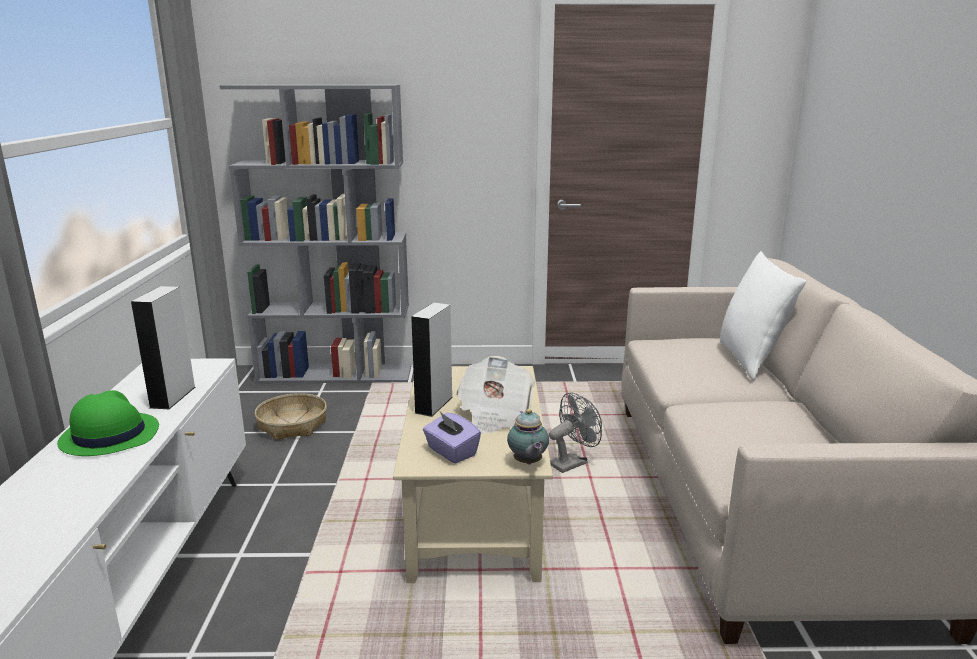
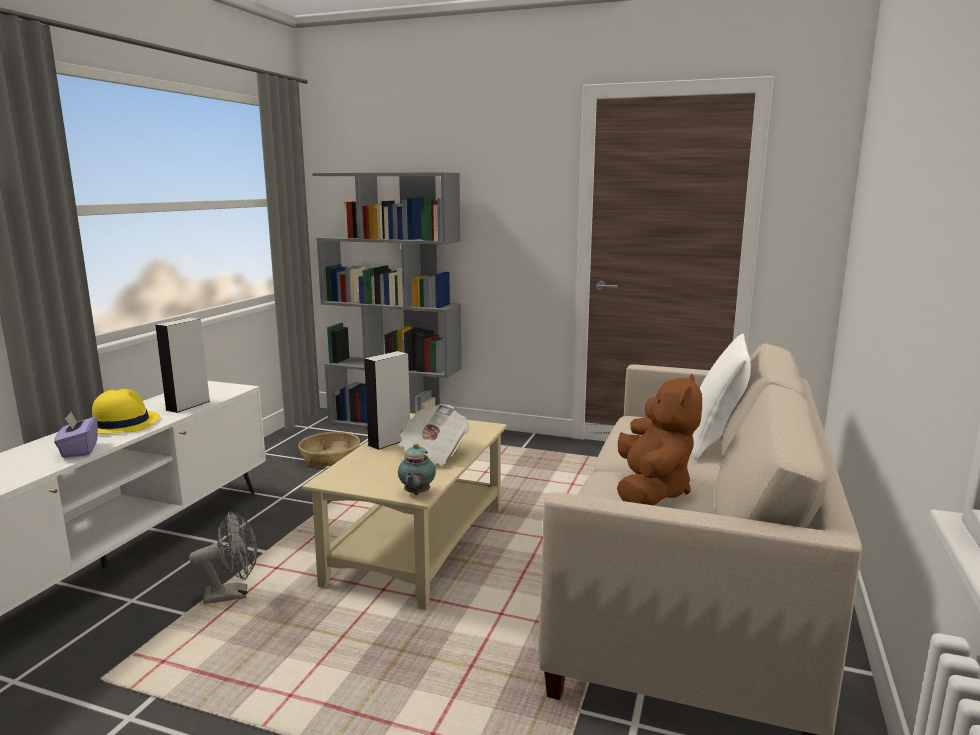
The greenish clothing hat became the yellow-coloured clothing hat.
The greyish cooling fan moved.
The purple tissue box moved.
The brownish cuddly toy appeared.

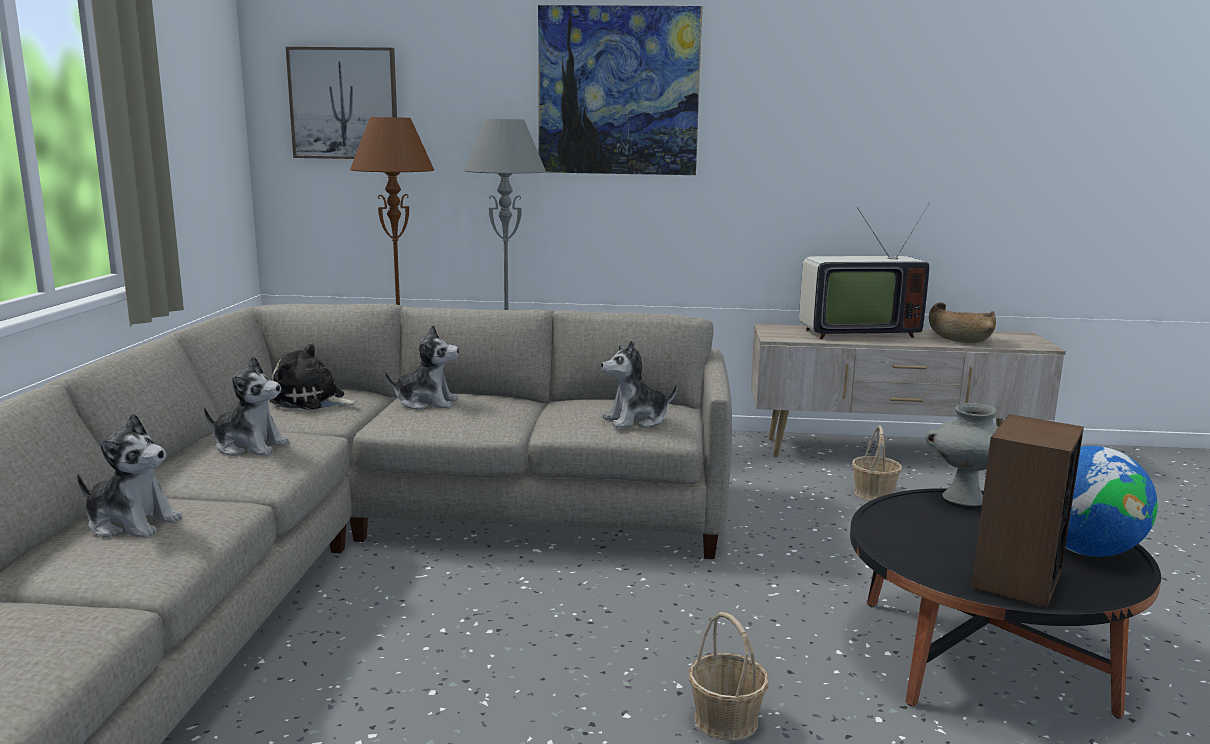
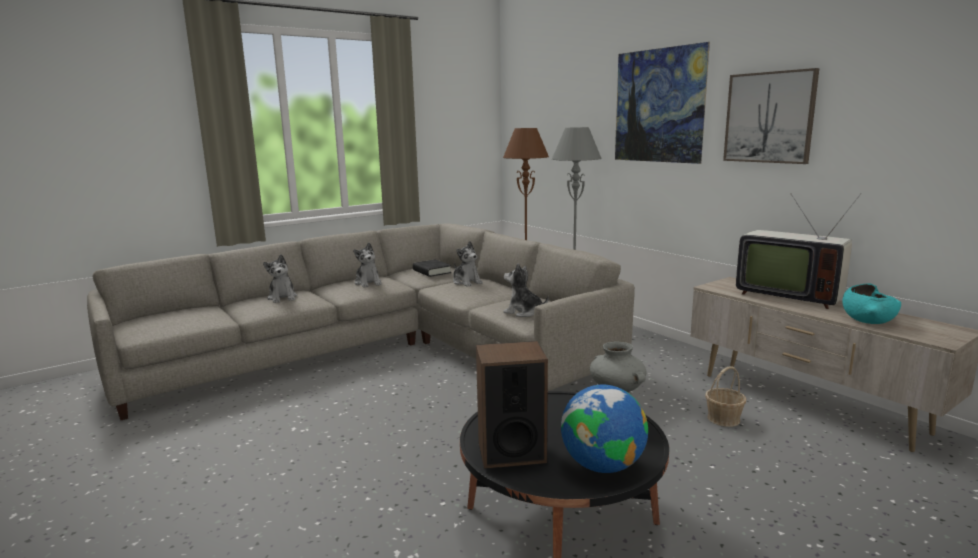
The picture (1st from left in the first image) moved.
The brownish bowl became the turquoise-coloured bowl.
The cuddly toy (3rd from left) was replaced by the black-coloured bound book.
The household basket (1st from left) disappeared.

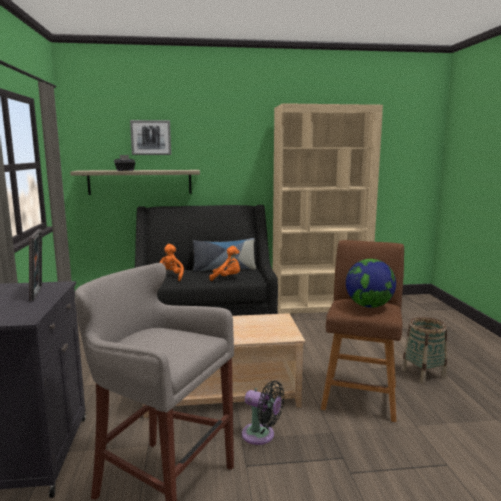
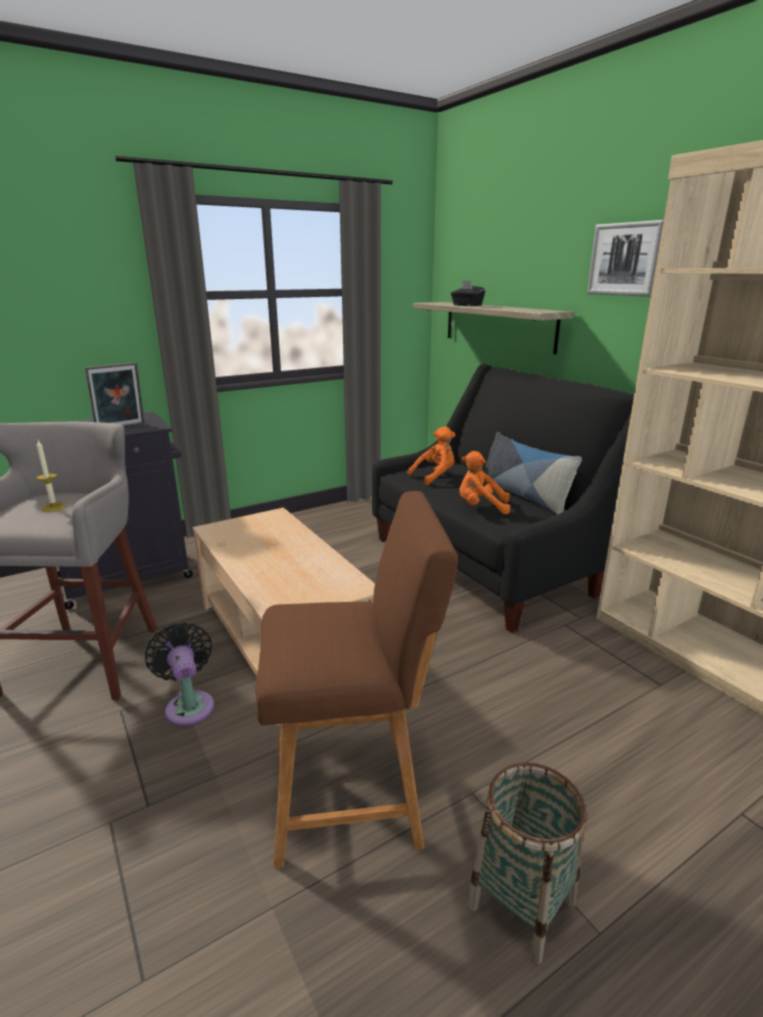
The picture moved.
The orangey cuddly toy (2nd from left) turned 120 degrees clockwise.
The globe disappeared.
The black-coloured cooling fan turned 150 degrees clockwise.
The wax candle appeared.

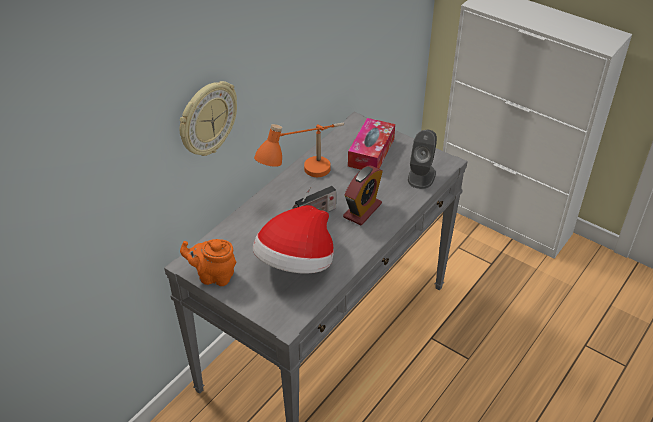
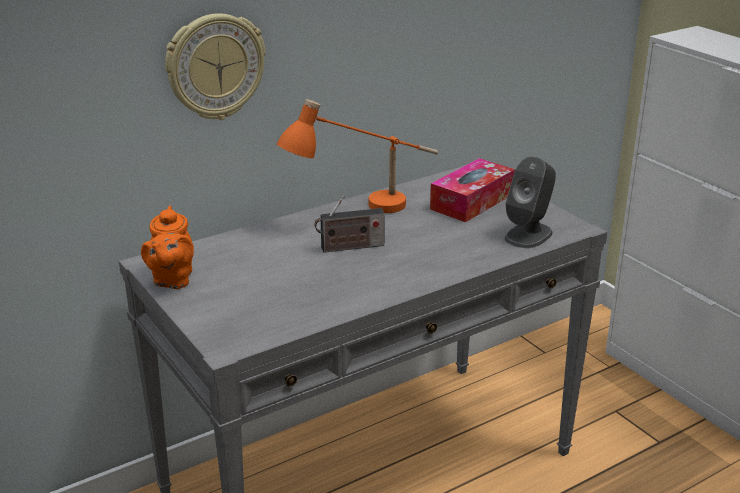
The bedside clock disappeared.
The clothing hat disappeared.
The orangey teapot turned 120 degrees counterclockwise.

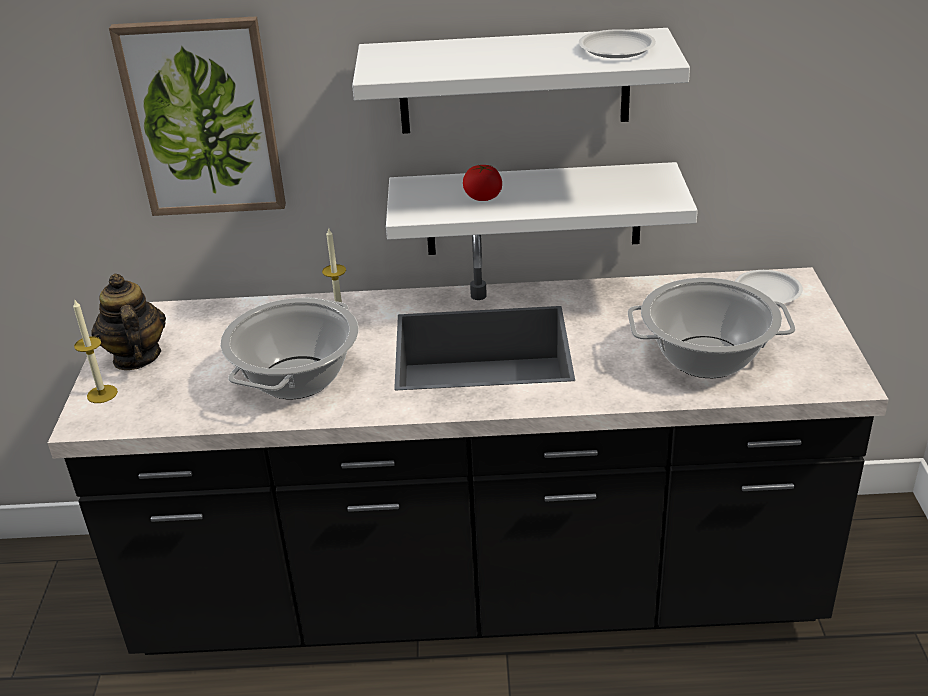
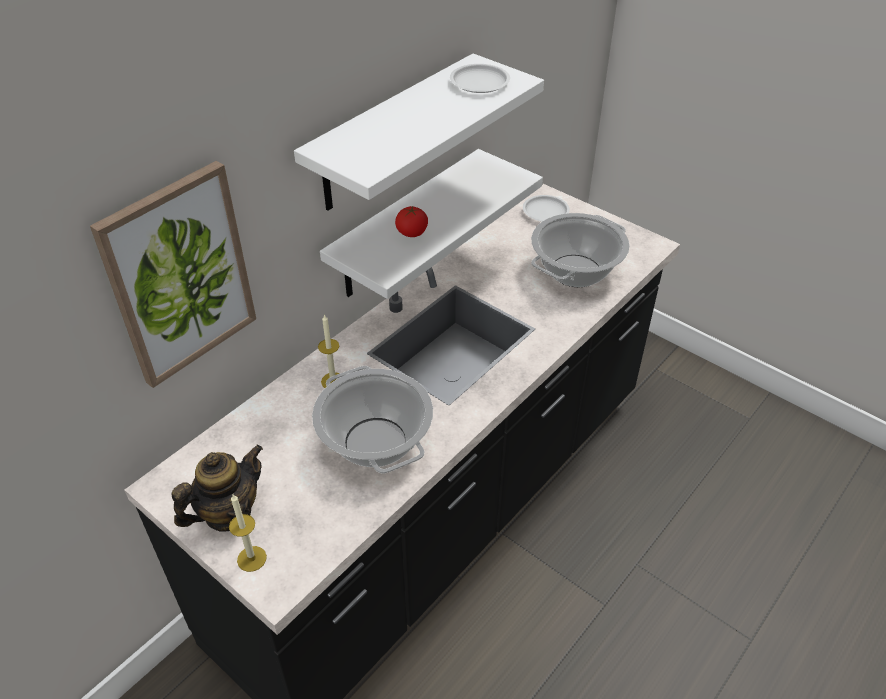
The teapot turned 120 degrees clockwise.

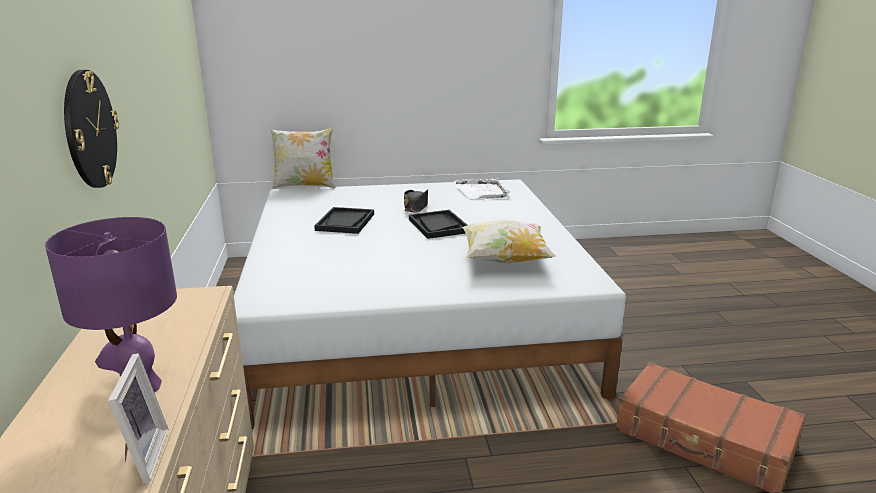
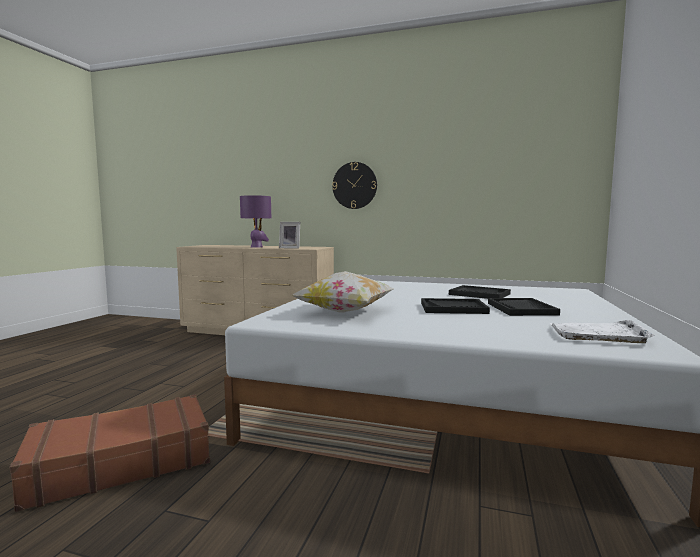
The pillow (1st from left) disappeared.
The black-coloured clothing hat was replaced by the black-coloured serving tray (3rd from left).
The picture frame moved.

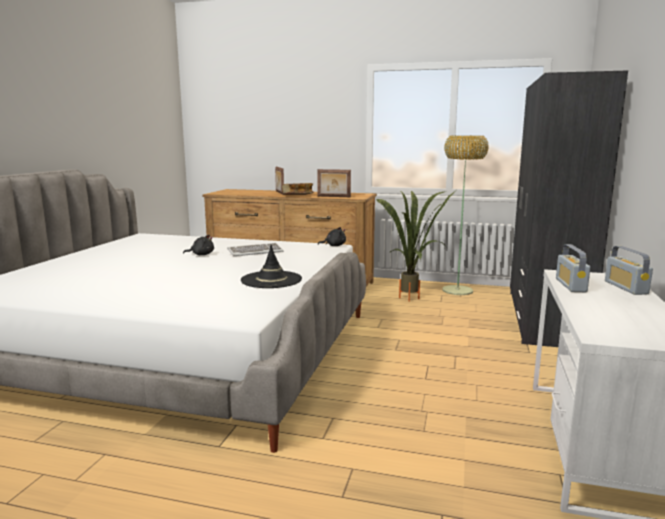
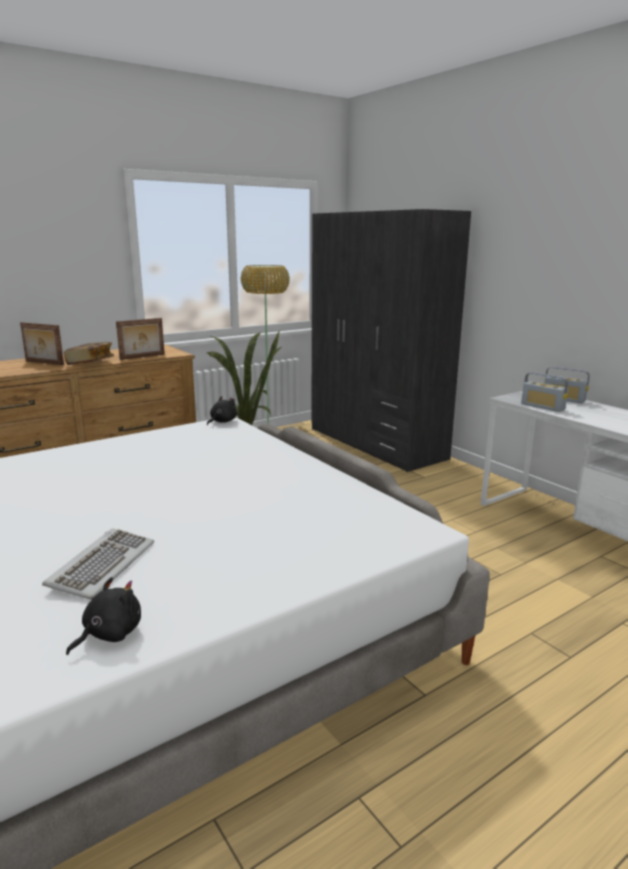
The black-coloured cuddly toy (1st from left) moved.
The computer keyboard moved.
The black-coloured clothing hat disappeared.

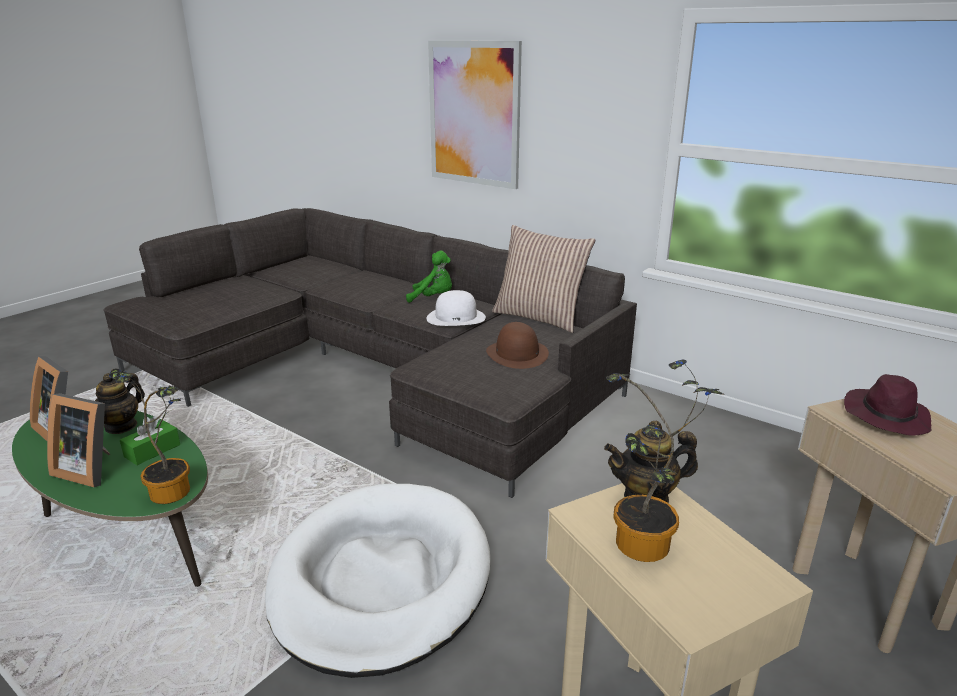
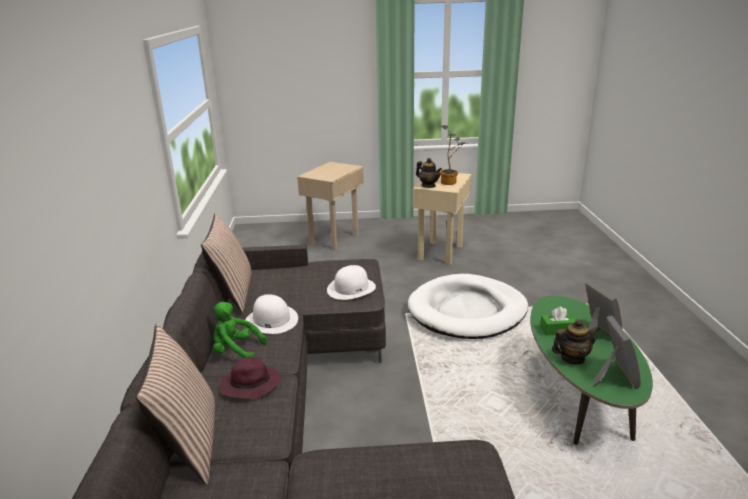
The picture disappeared.
The greenish cuddly toy turned 45 degrees counterclockwise.
The brownish clothing hat disappeared.
The plant in a pot (1st from left) disappeared.
The purple clothing hat moved.
The white-coloured clothing hat (2nd from left) appeared.
The pillow (1st from left) appeared.

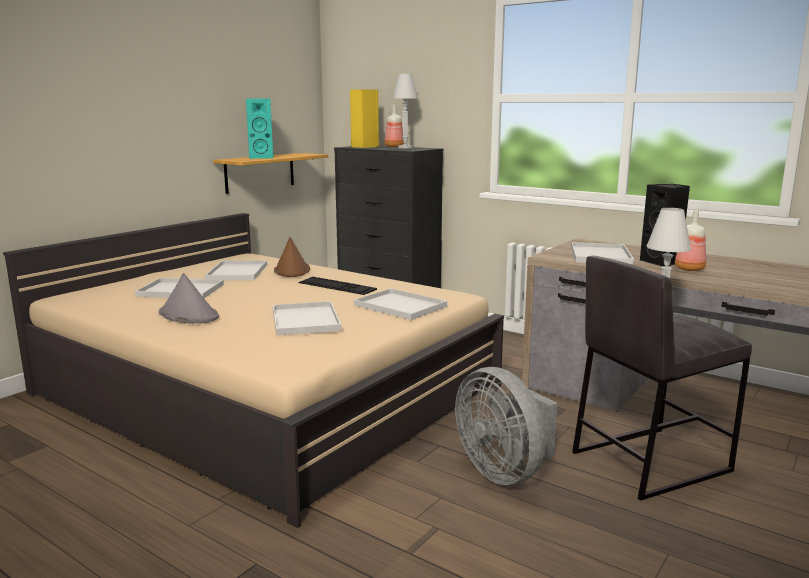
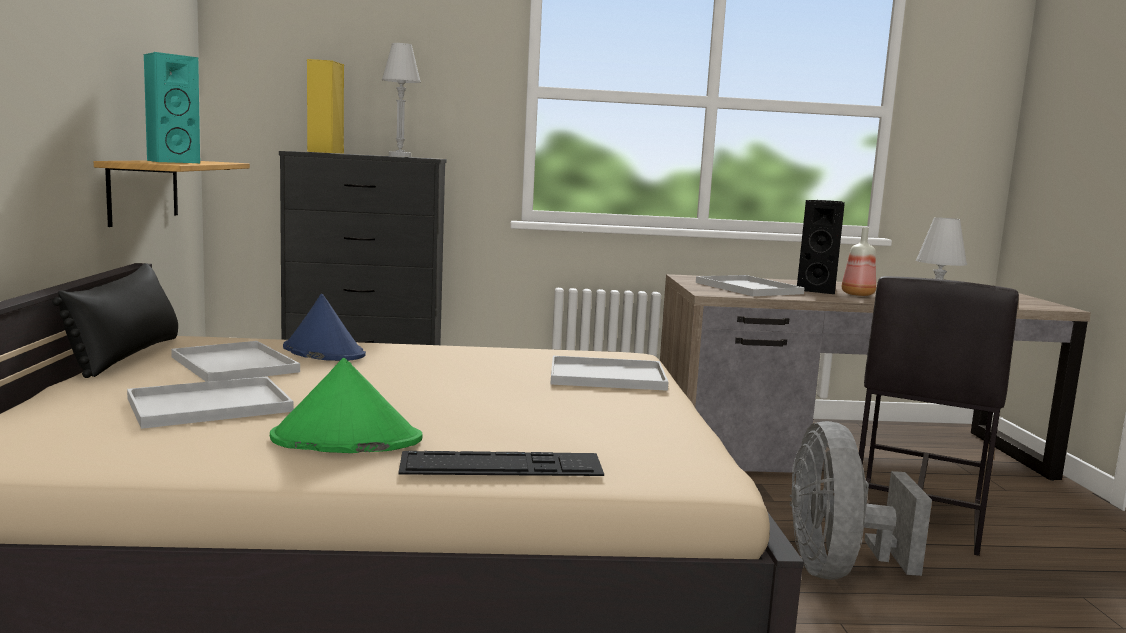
The bottle (1st from left) disappeared.
The brownish clothing hat became the blue-coloured clothing hat.
The greyish clothing hat became the greenish clothing hat.
The computer keyboard moved.
The white-coloured serving tray (3rd from left) disappeared.
The greyish cooling fan turned 75 degrees clockwise.
The black-coloured pillow appeared.

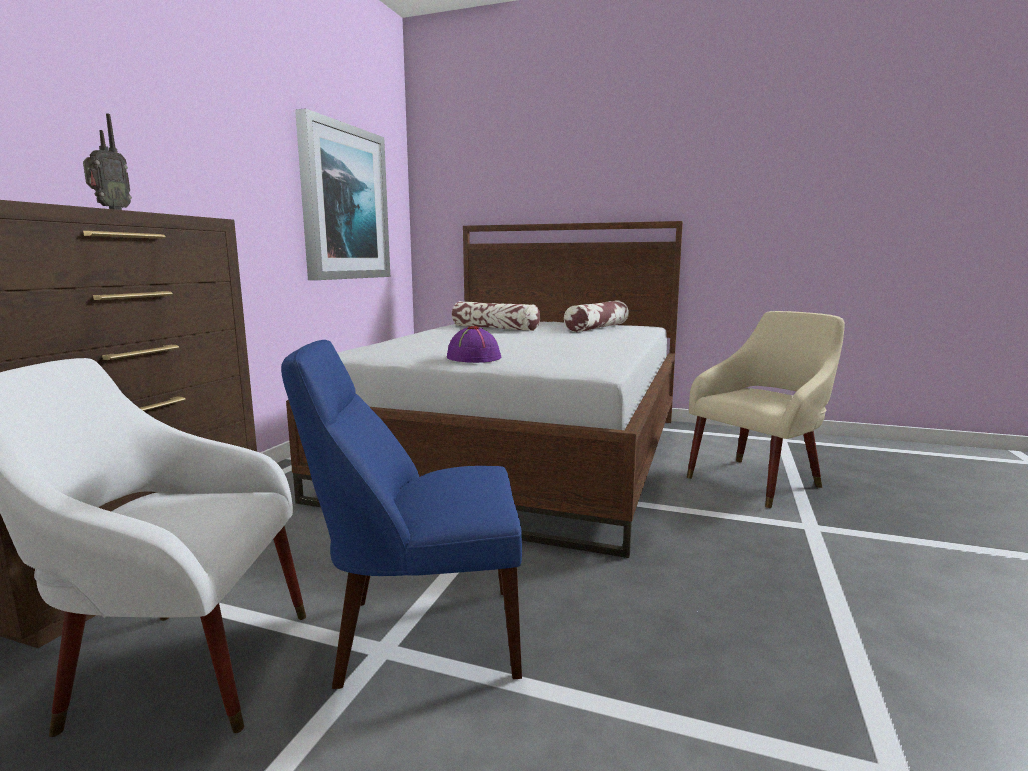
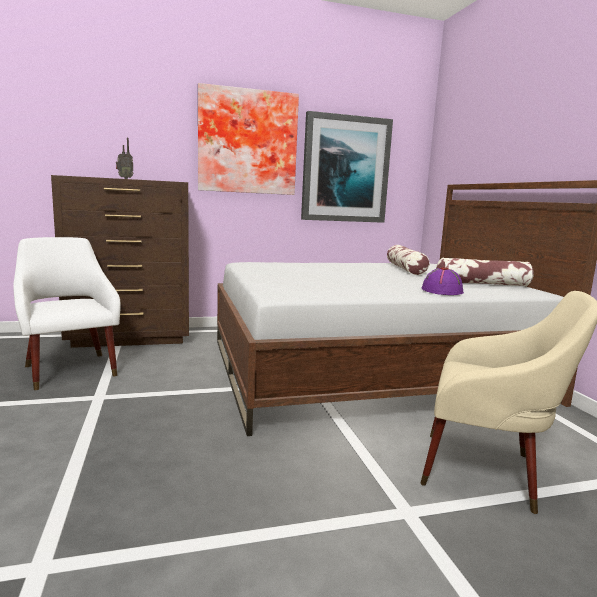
The purple clothing hat moved.
The blue-coloured plain chair disappeared.
The picture (1st from left) appeared.

